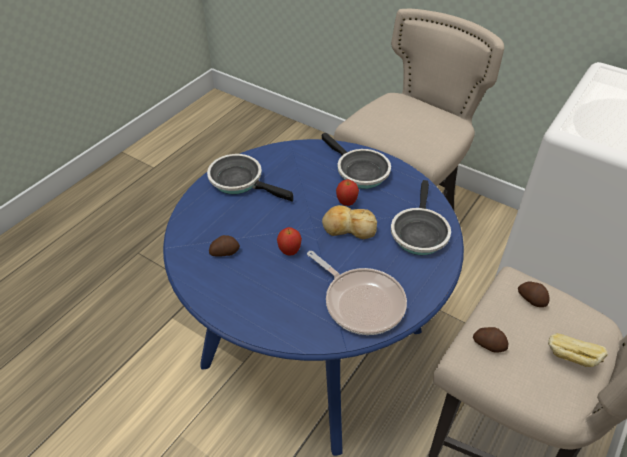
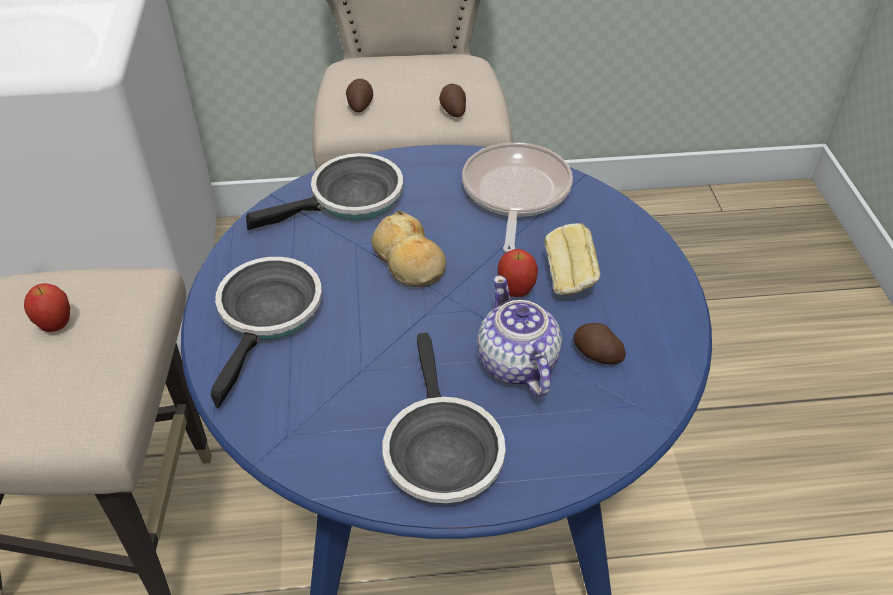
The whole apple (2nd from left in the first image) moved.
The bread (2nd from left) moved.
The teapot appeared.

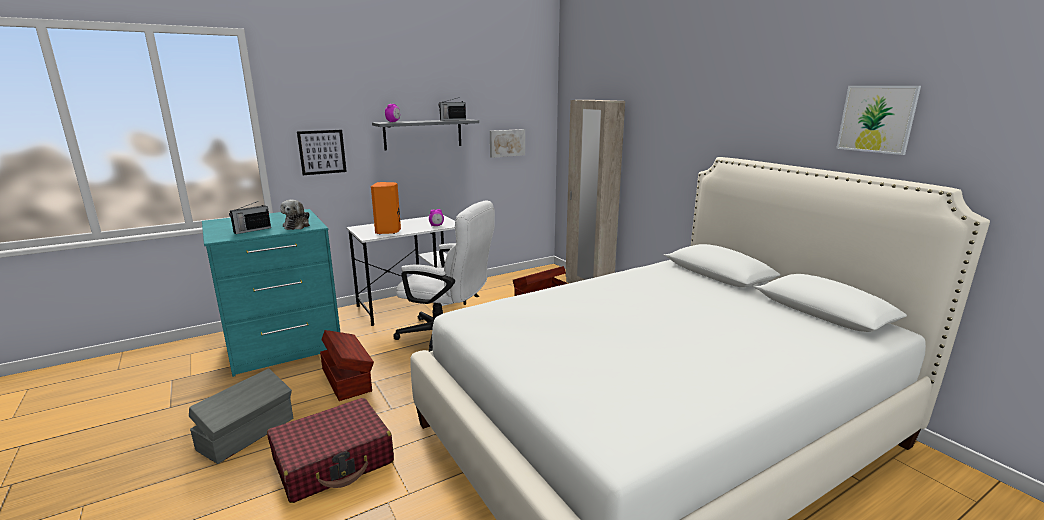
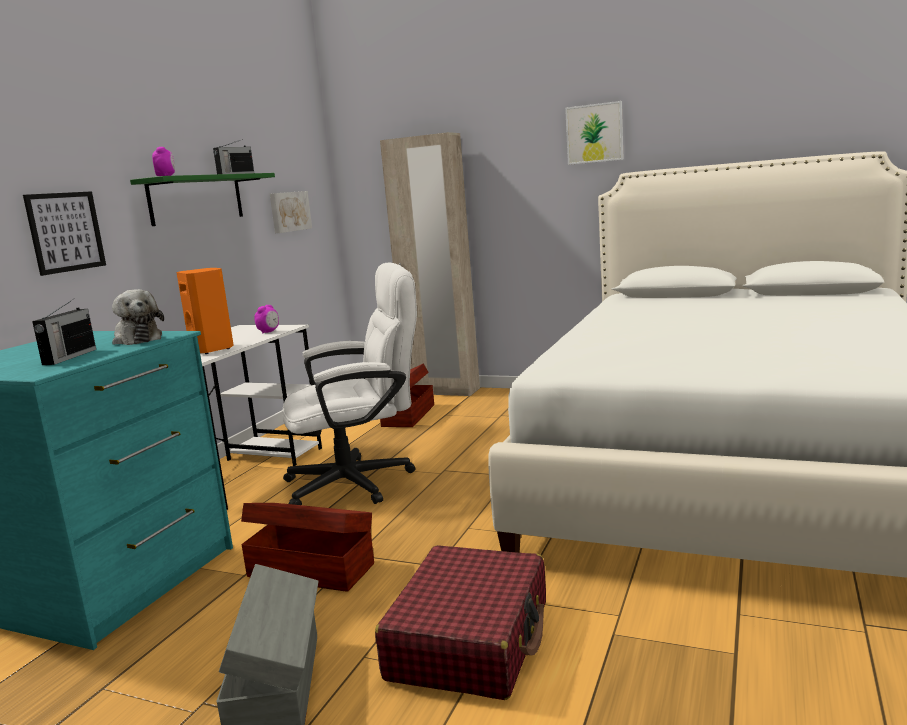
The picture (3rd from left) moved.
The greyish shelf became the greenish shelf.

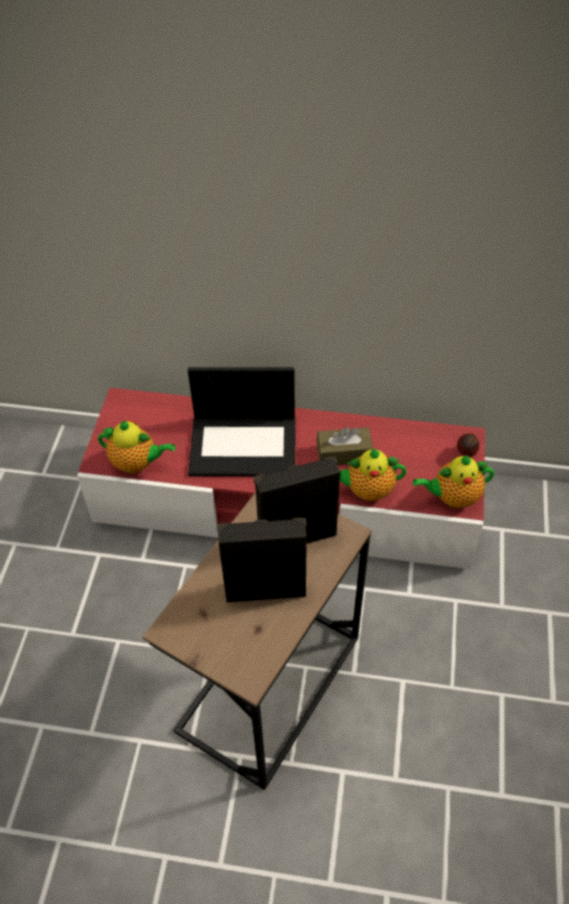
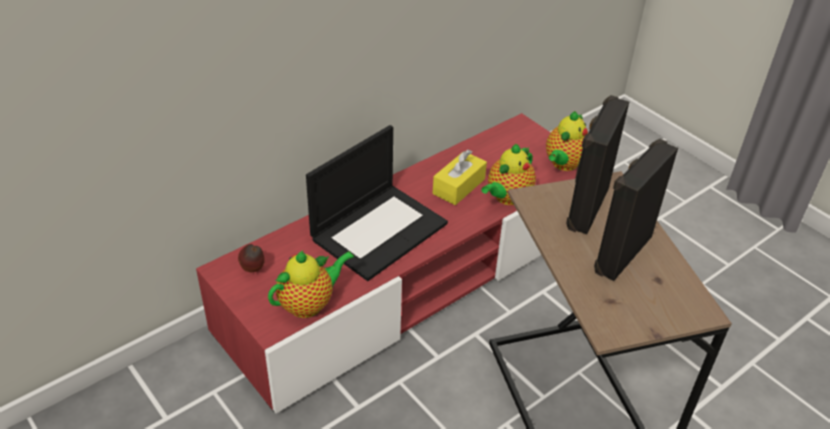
The brownish tissue box became the yellow-coloured tissue box.
The whole apple moved.

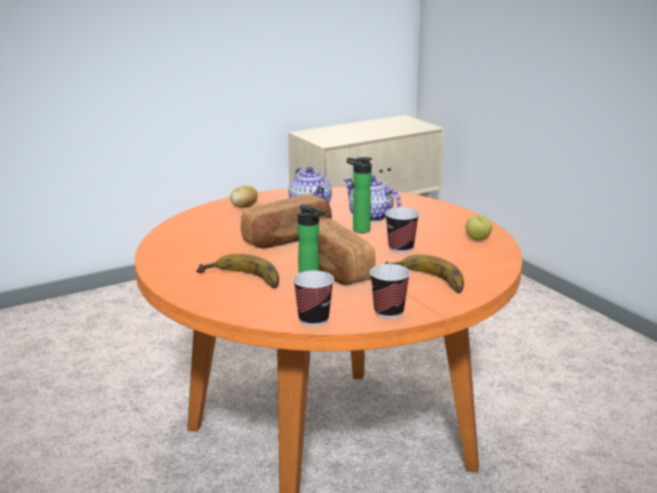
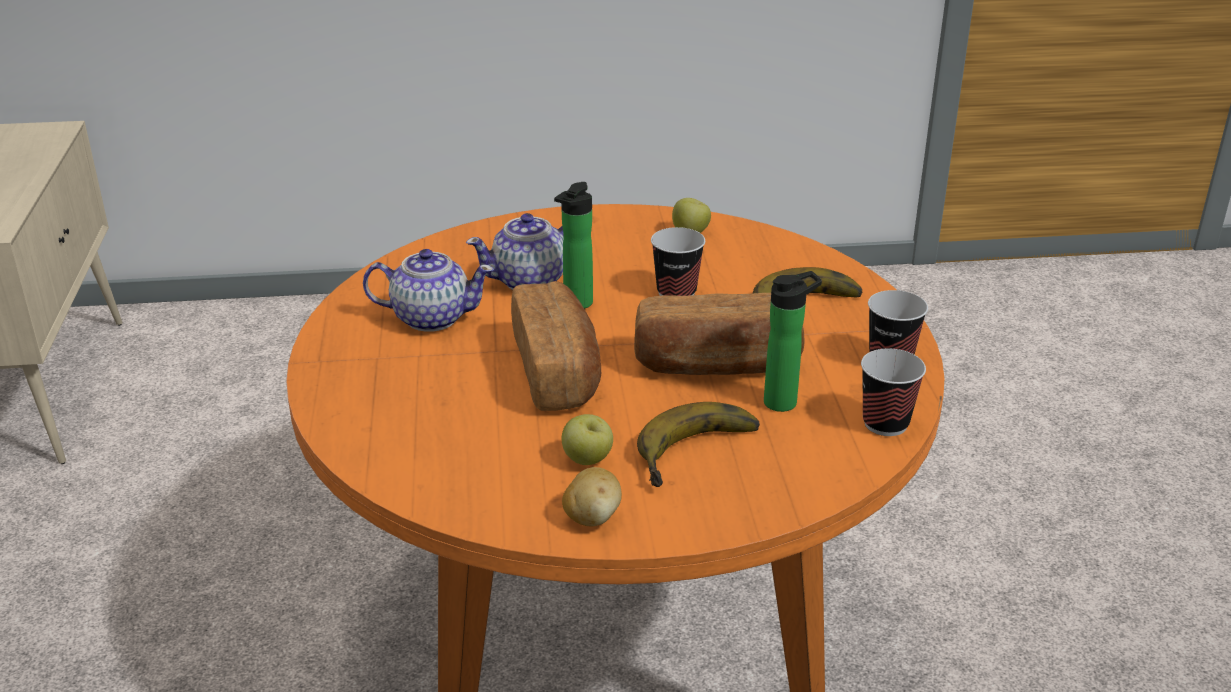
The potato moved.
The whole apple (1st from left) appeared.

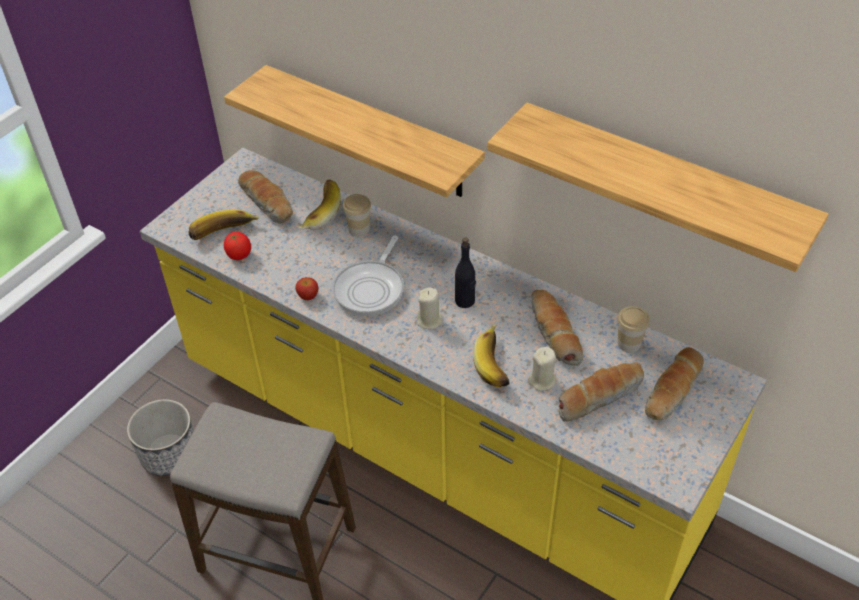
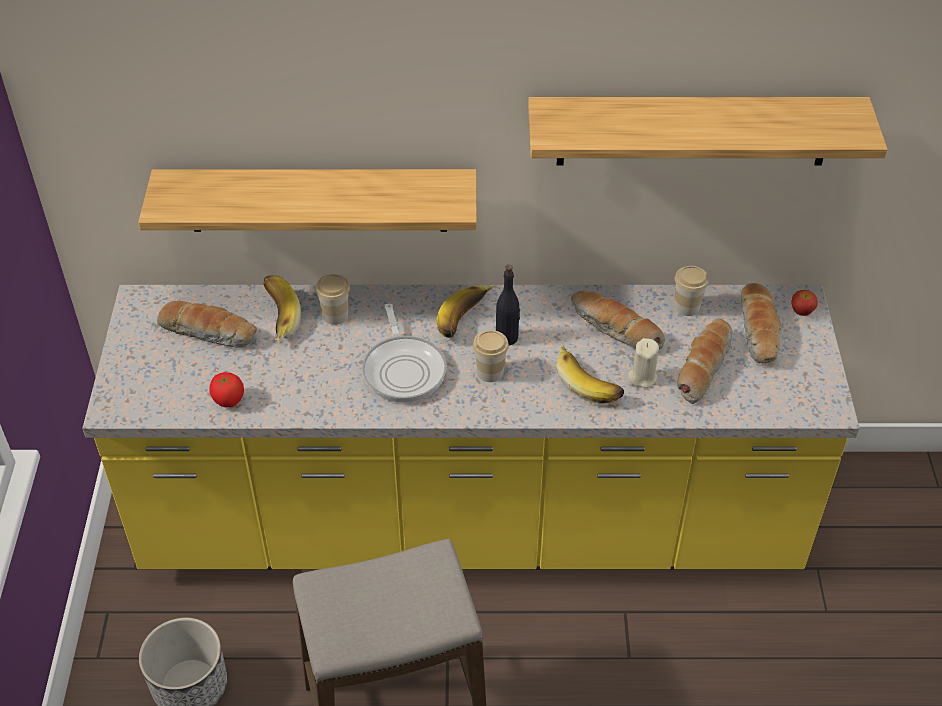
The banana (1st from left in the first image) moved.
The whole apple moved.
The sand-coloured wax candle (1st from left) was replaced by the small cup (2nd from left).

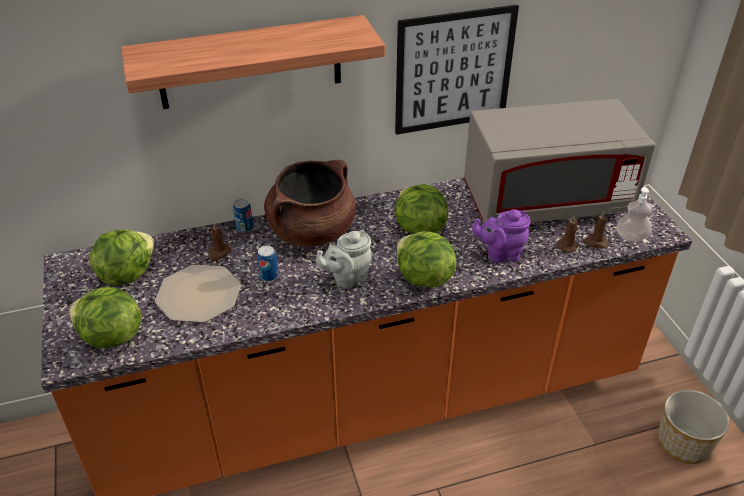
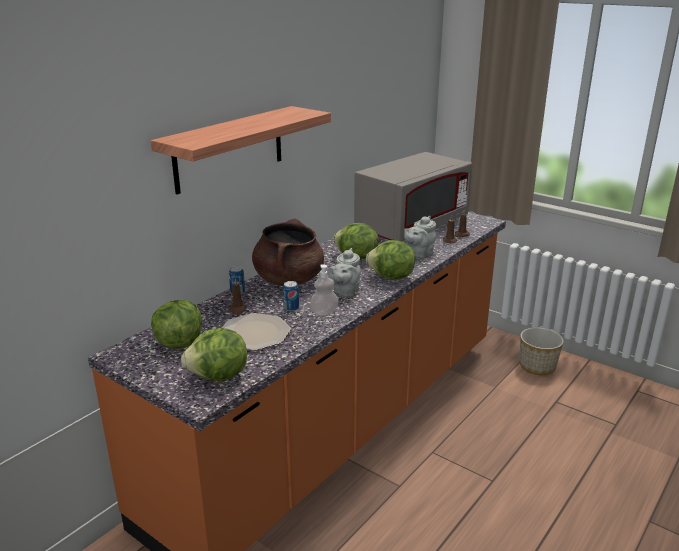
The picture disappeared.
The soap bottle moved.
The purple teapot became the greyish teapot (2nd from left).

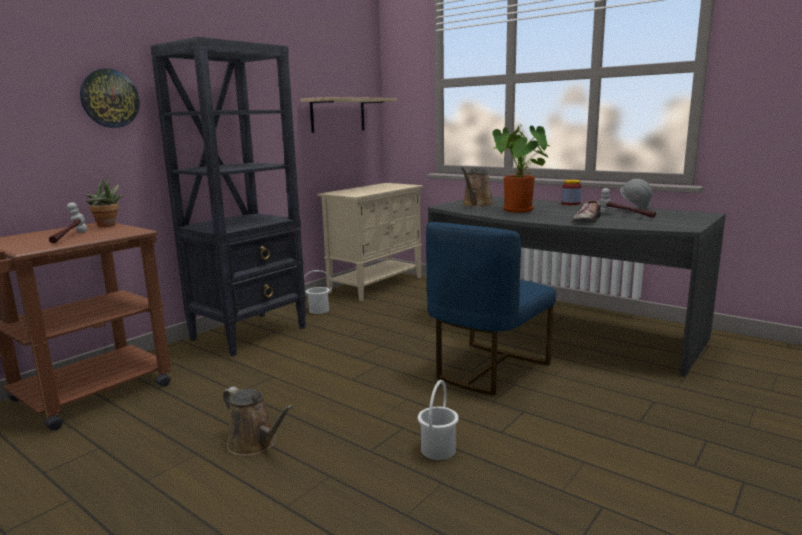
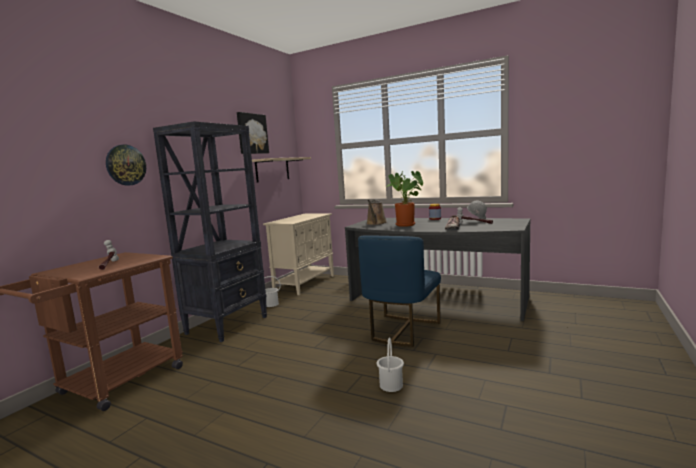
The plant in a pot (1st from left) disappeared.
The brownish sprinkling can (1st from left) disappeared.
The picture appeared.

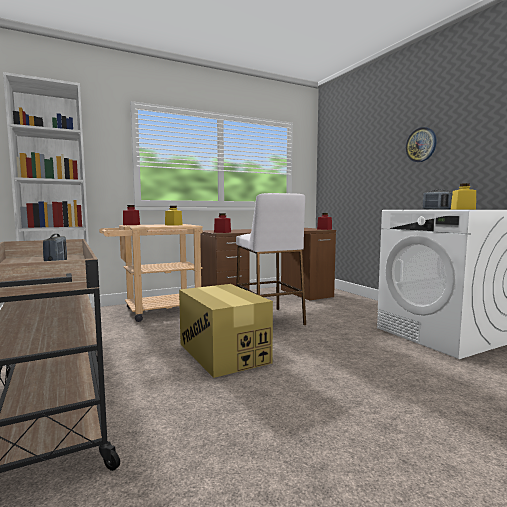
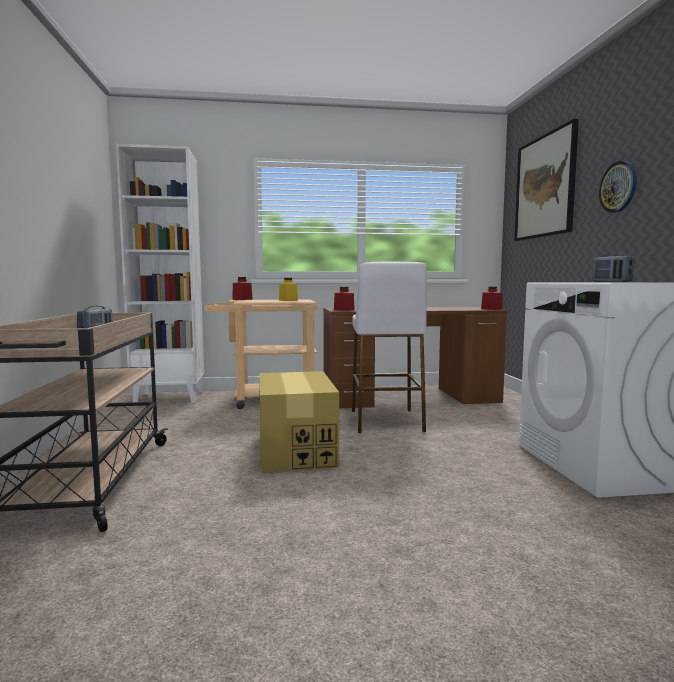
The yellow-coloured storage jar (2nd from left) disappeared.
The picture appeared.

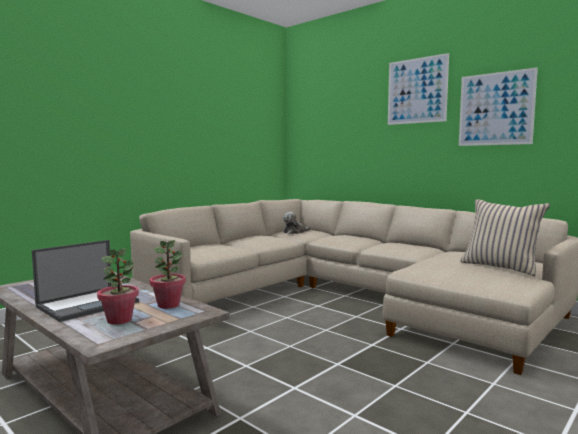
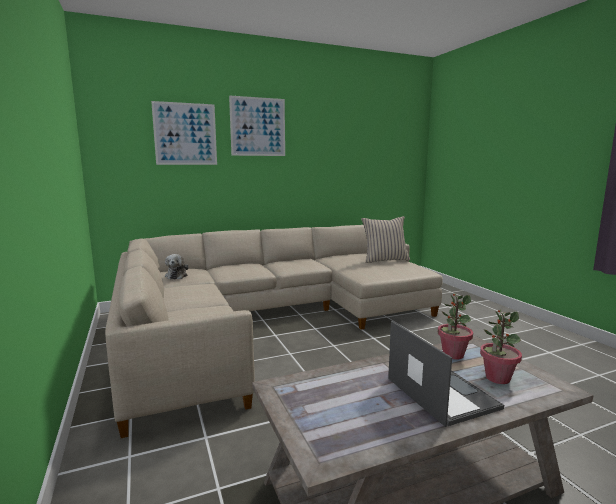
The picture (2nd from left in the first image) moved.

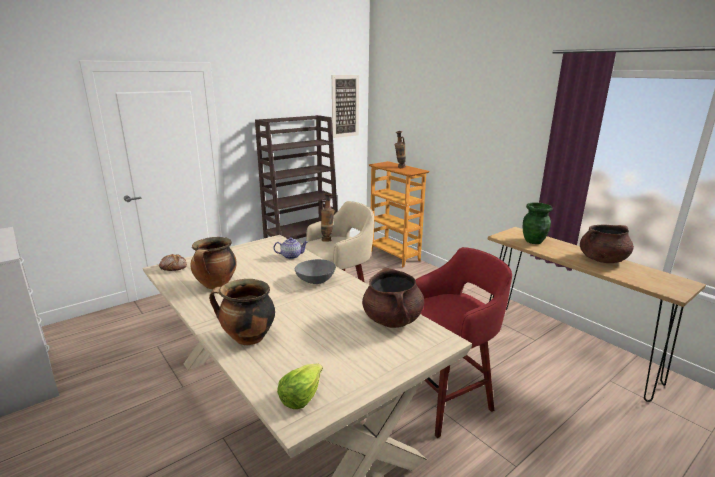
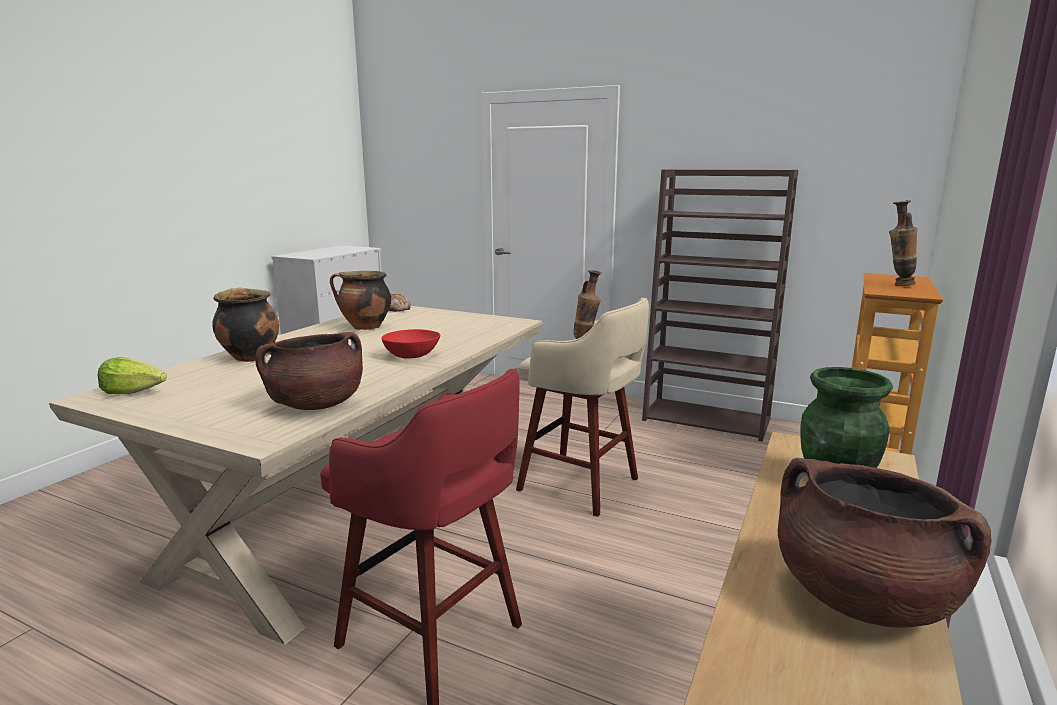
The picture disappeared.
The teapot disappeared.
The greyish bowl became the red bowl.

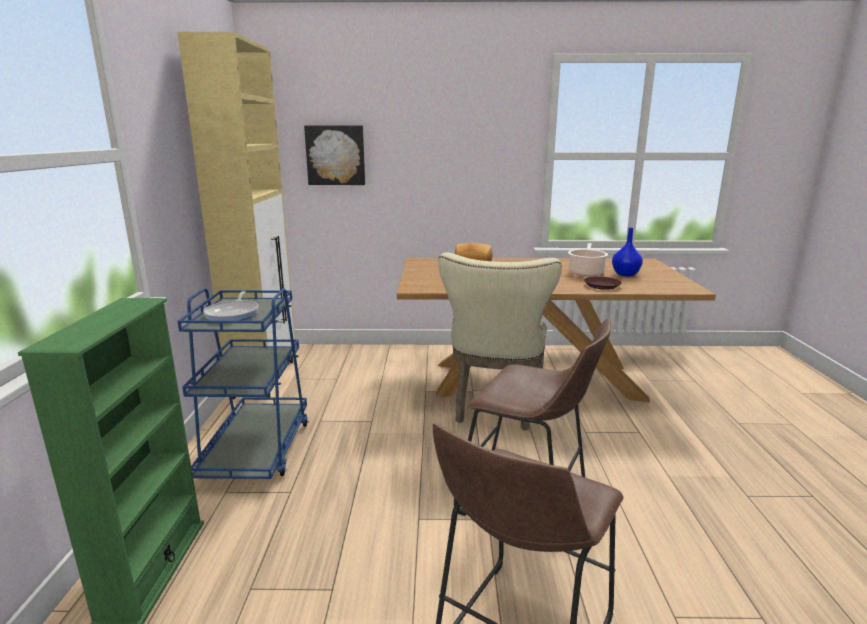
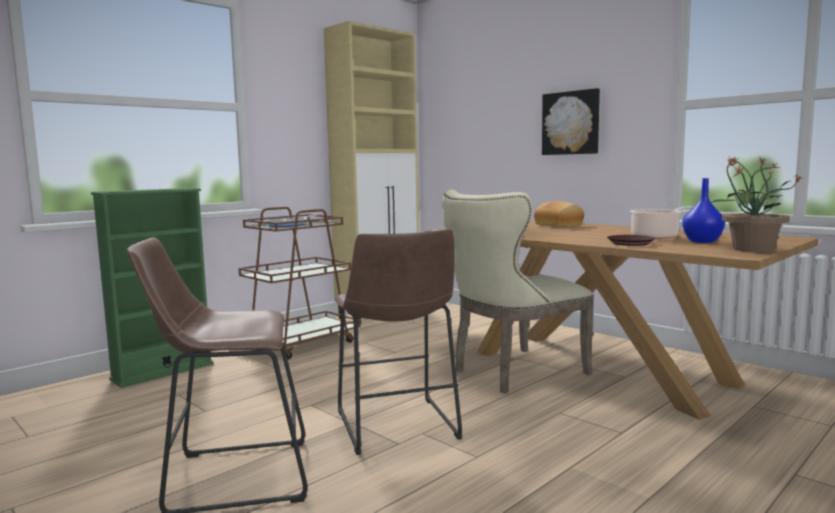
The picture moved.
The blue-coloured trolley became the brownish trolley.
The plant in a pot appeared.

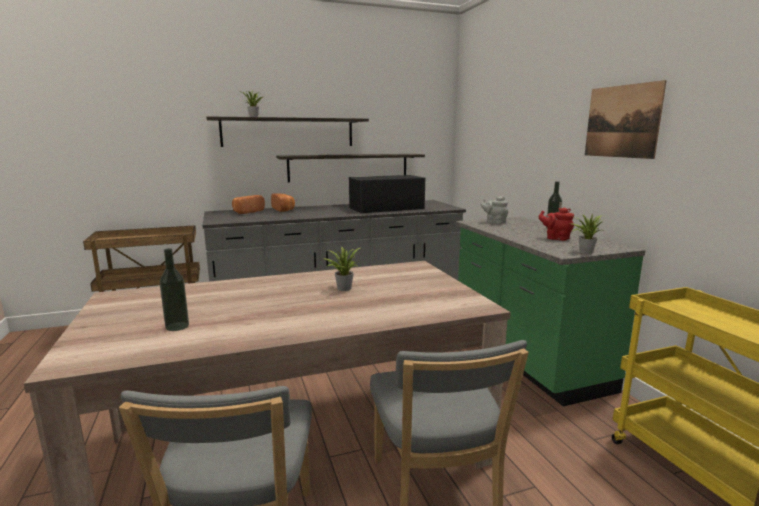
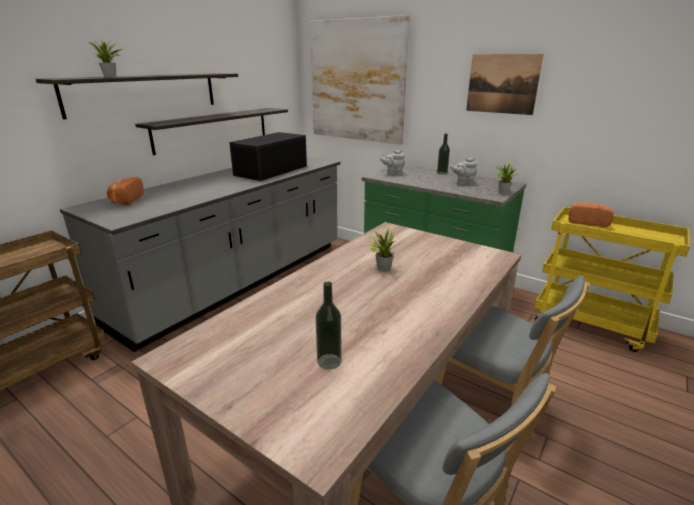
The bread (2nd from left) moved.
The red teapot became the greyish teapot (2nd from left).
The picture (1st from left) appeared.

